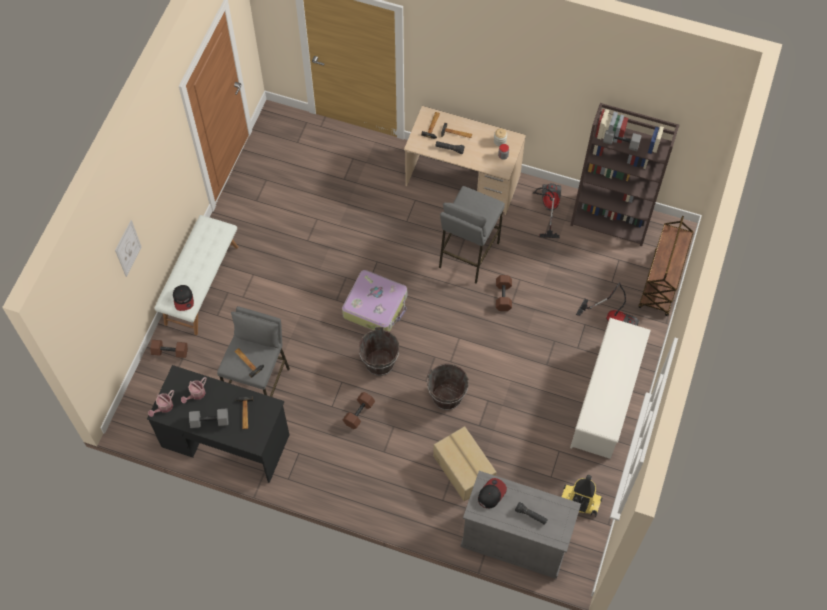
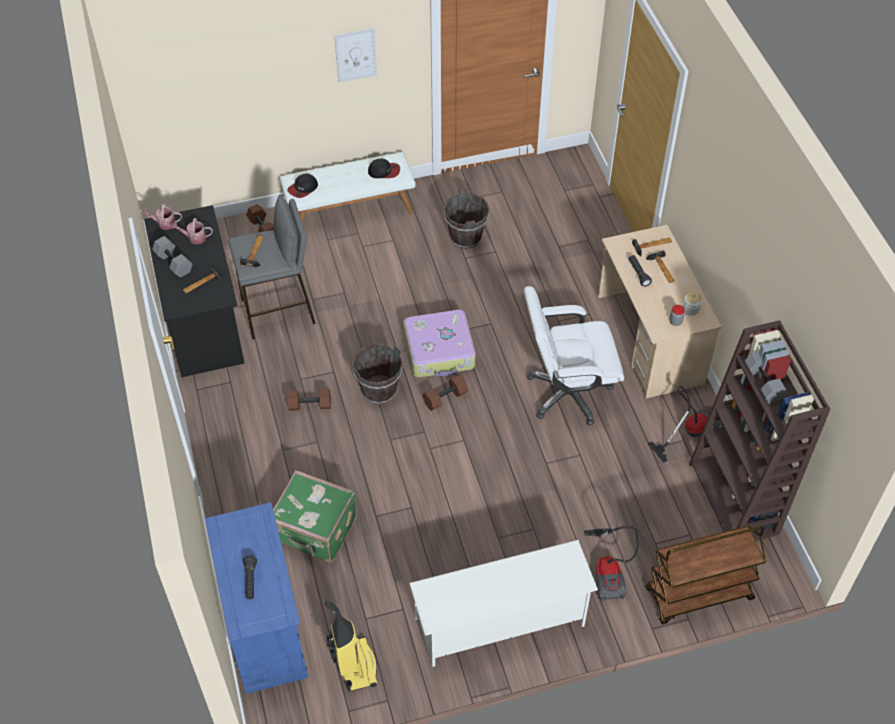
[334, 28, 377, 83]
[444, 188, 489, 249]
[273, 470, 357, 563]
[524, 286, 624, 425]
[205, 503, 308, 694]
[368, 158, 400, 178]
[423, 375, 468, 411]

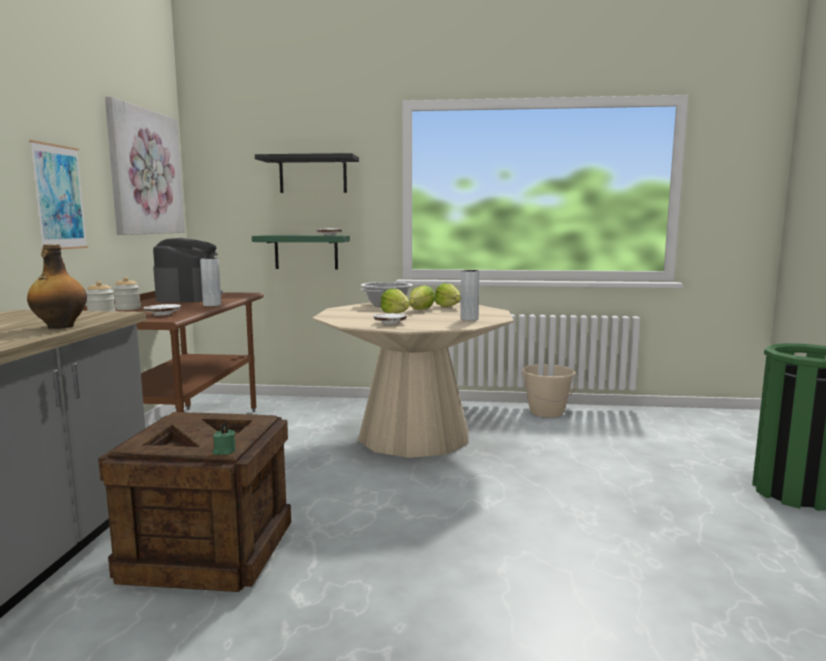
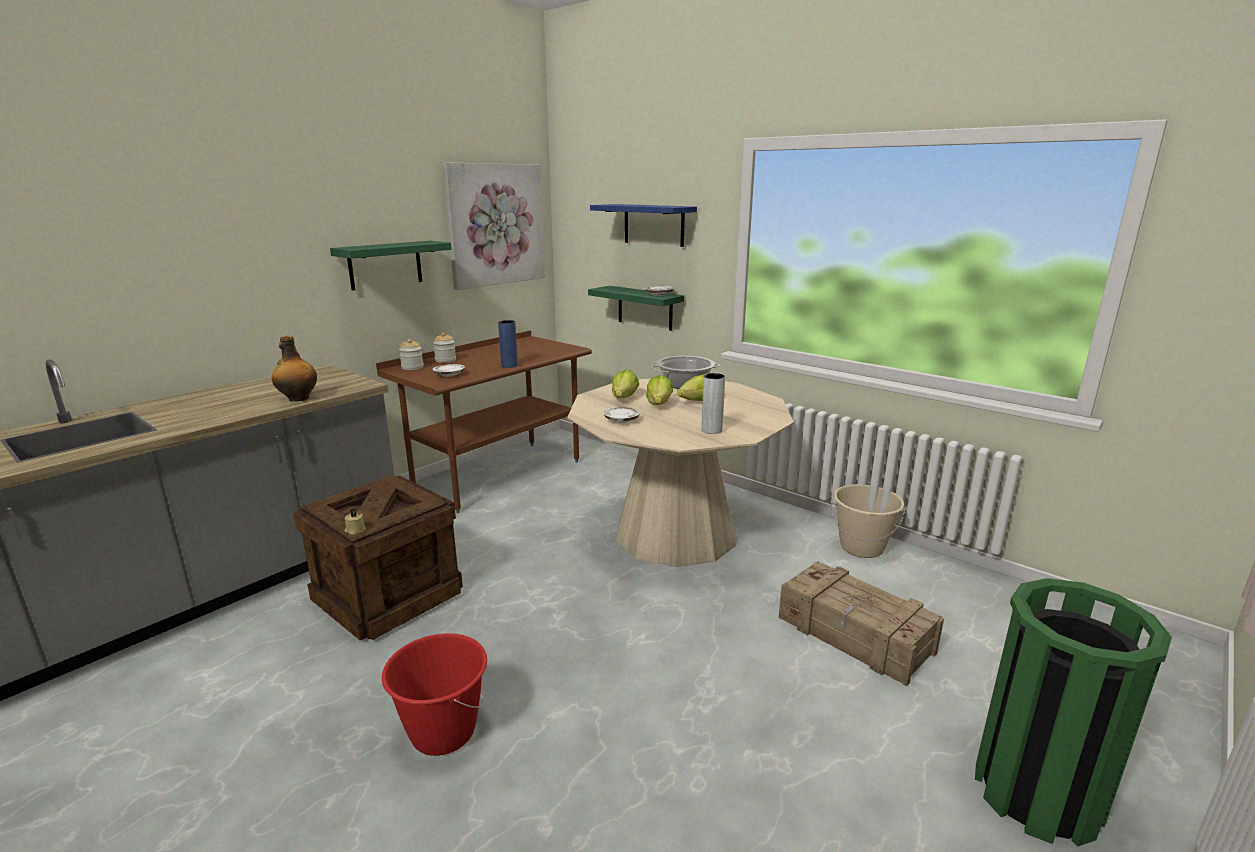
[330, 241, 452, 291]
[153, 238, 223, 303] (first image)
[498, 320, 518, 368]
[345, 508, 366, 535]
[590, 204, 697, 247]
[612, 370, 639, 399]
[382, 633, 487, 756]
[778, 561, 944, 687]

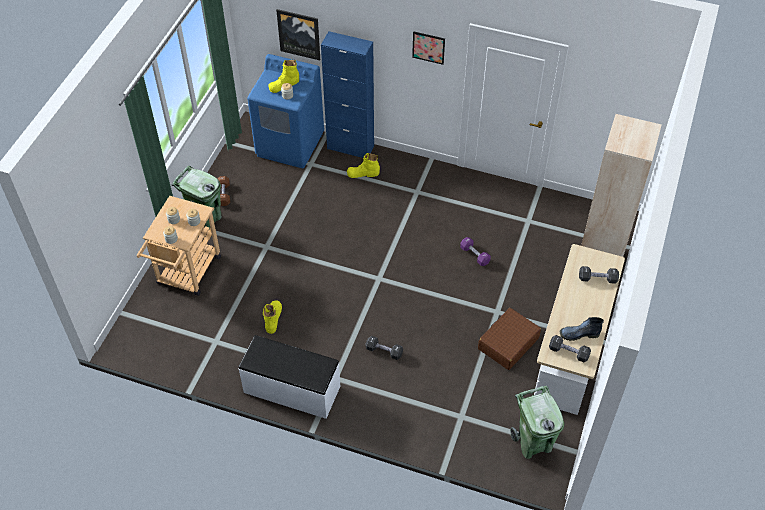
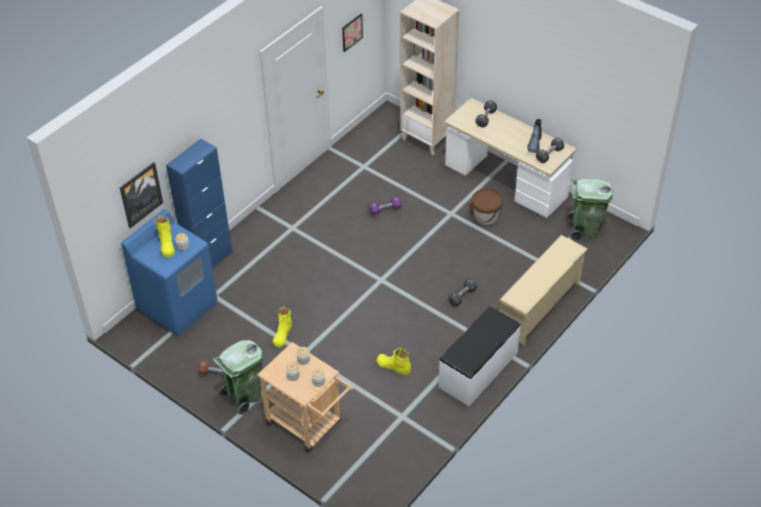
[273, 306, 292, 347]
[342, 14, 363, 52]
[471, 189, 503, 225]
[499, 235, 588, 345]

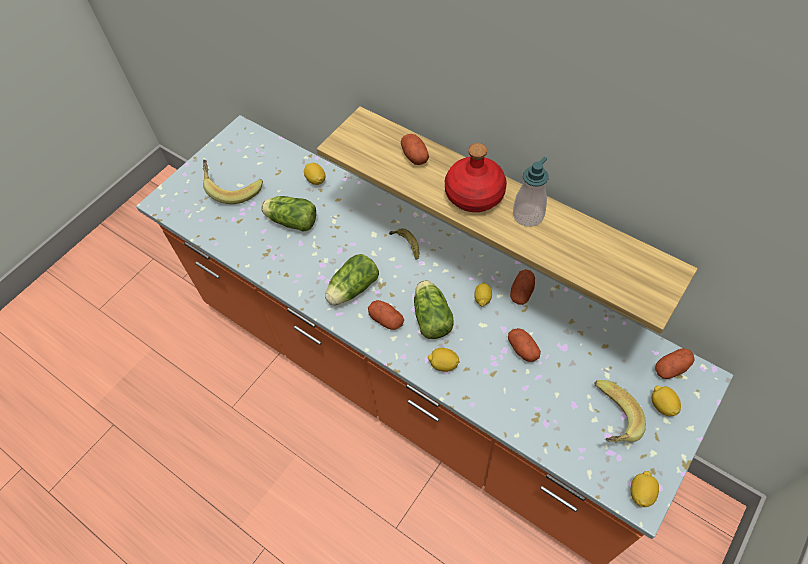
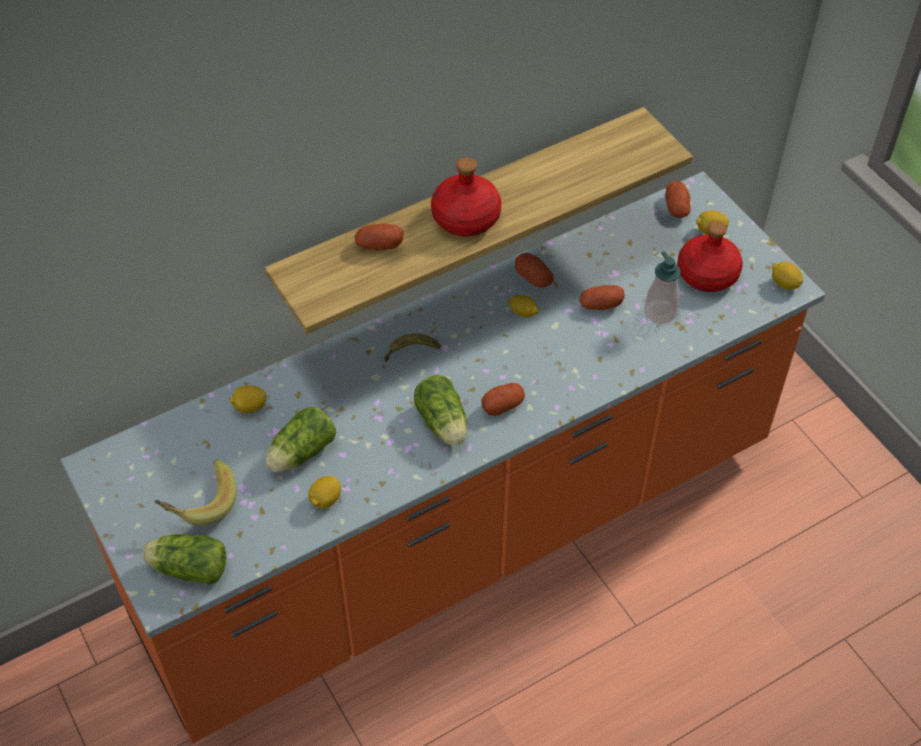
[142, 534, 226, 585]
[308, 476, 341, 509]
[644, 251, 681, 324]
[677, 221, 743, 292]

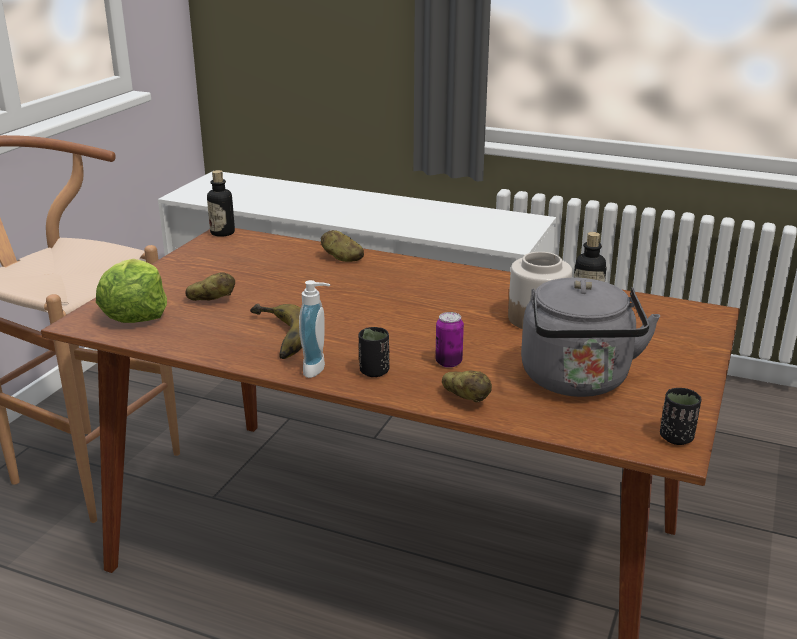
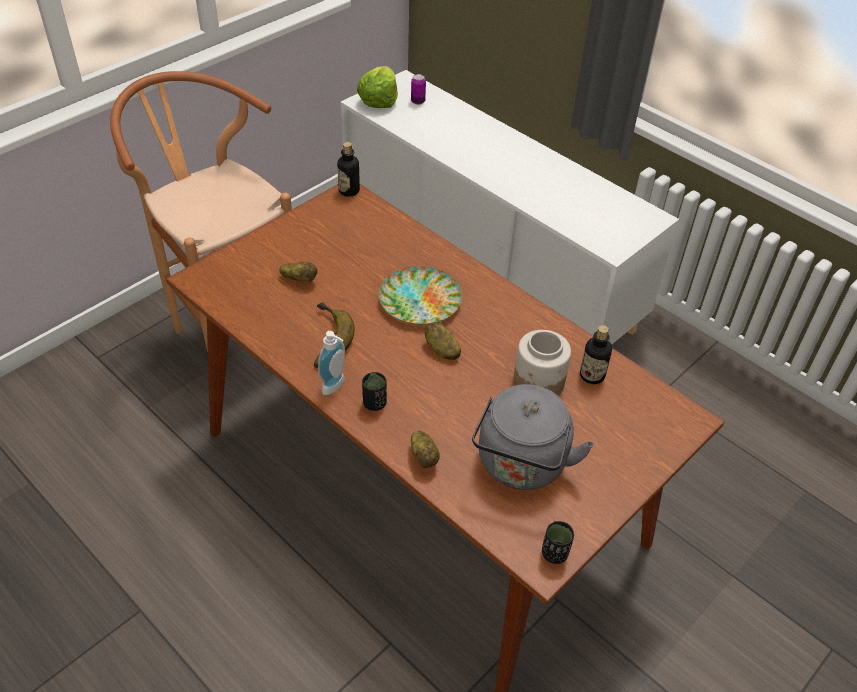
[357, 66, 398, 108]
[425, 322, 461, 360]
[411, 74, 426, 105]
[379, 266, 462, 325]

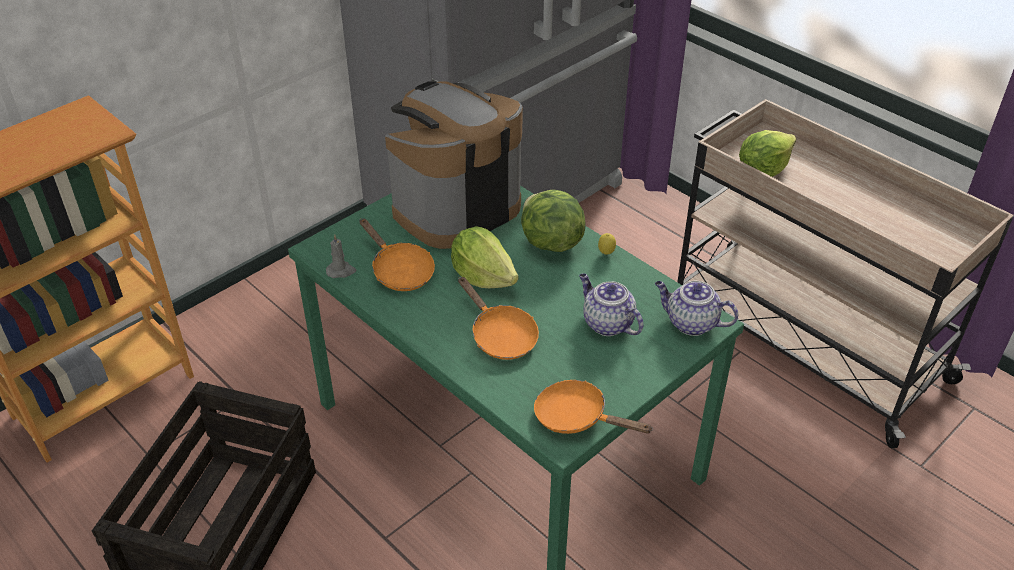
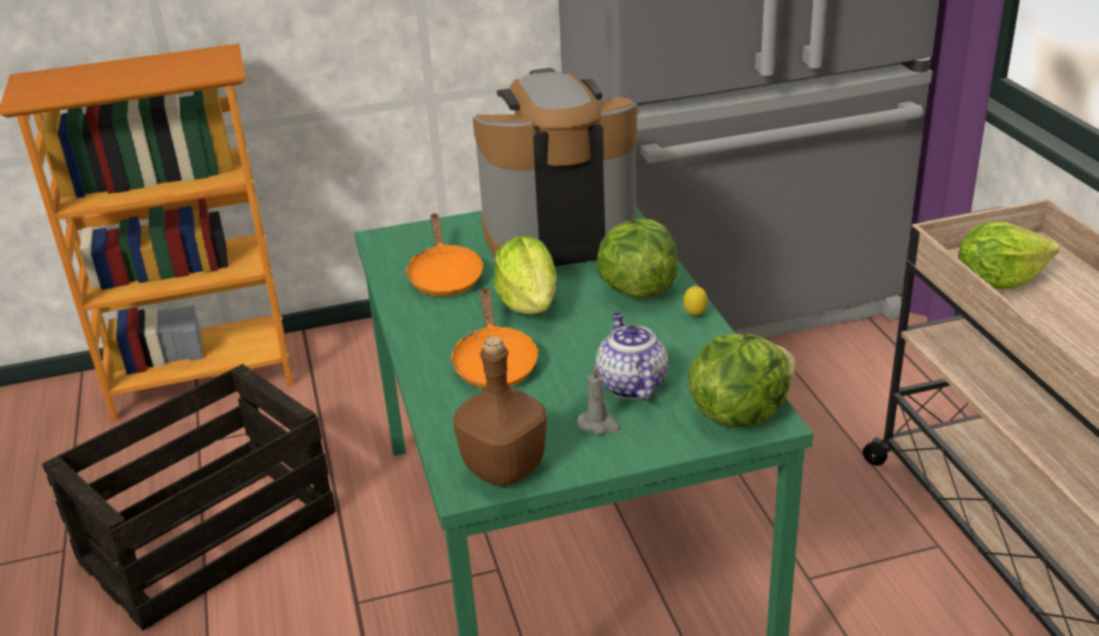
[577, 365, 621, 434]
[453, 336, 547, 486]
[688, 334, 796, 427]

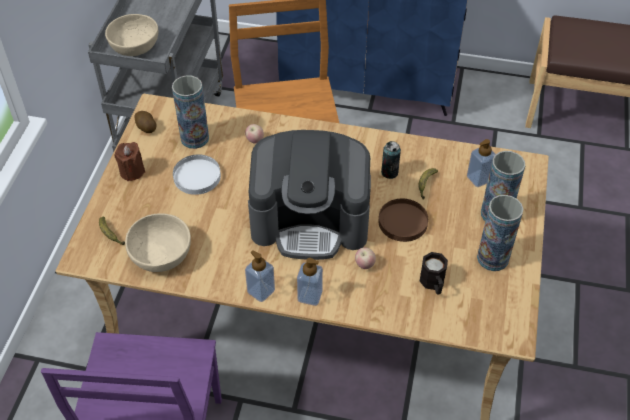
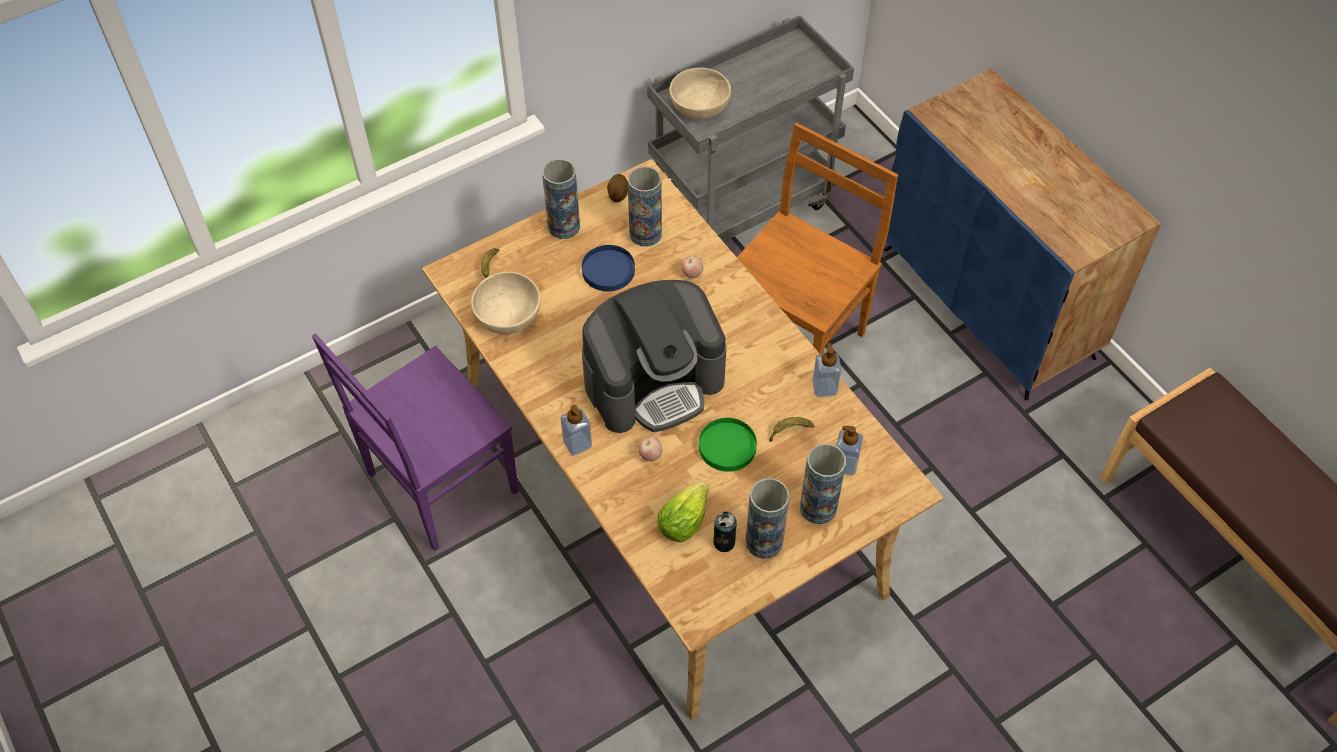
[542, 159, 580, 239]
[582, 245, 635, 291]
[812, 343, 841, 397]
[582, 280, 727, 433]
[699, 418, 757, 472]
[714, 512, 737, 552]
[658, 482, 708, 542]

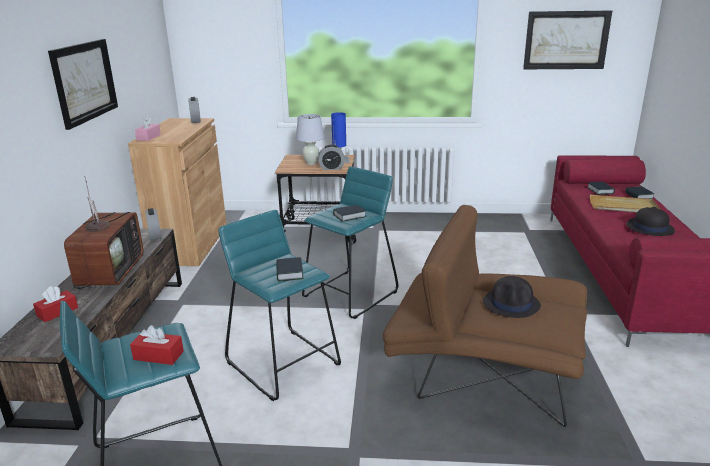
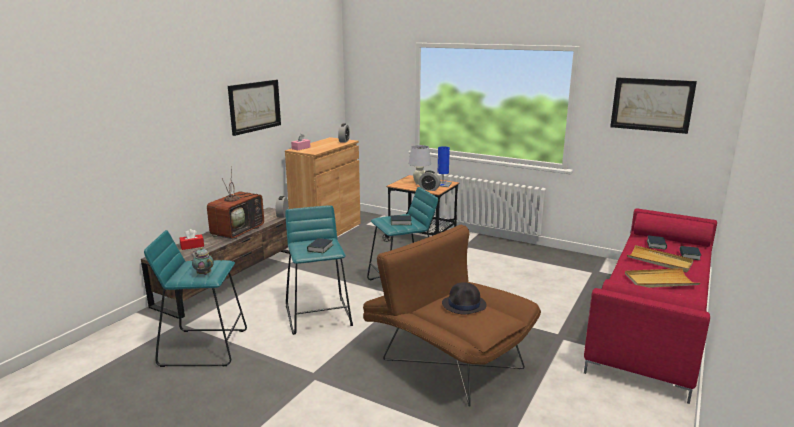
[191, 247, 214, 275]
[625, 268, 700, 288]

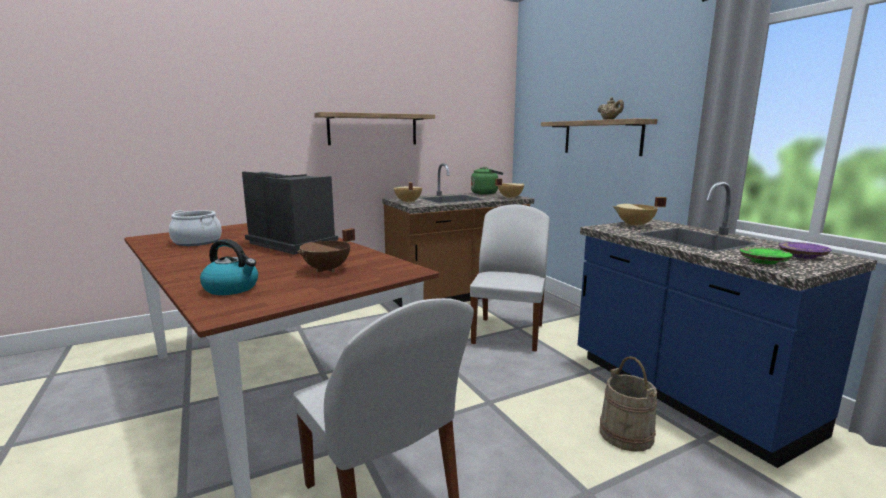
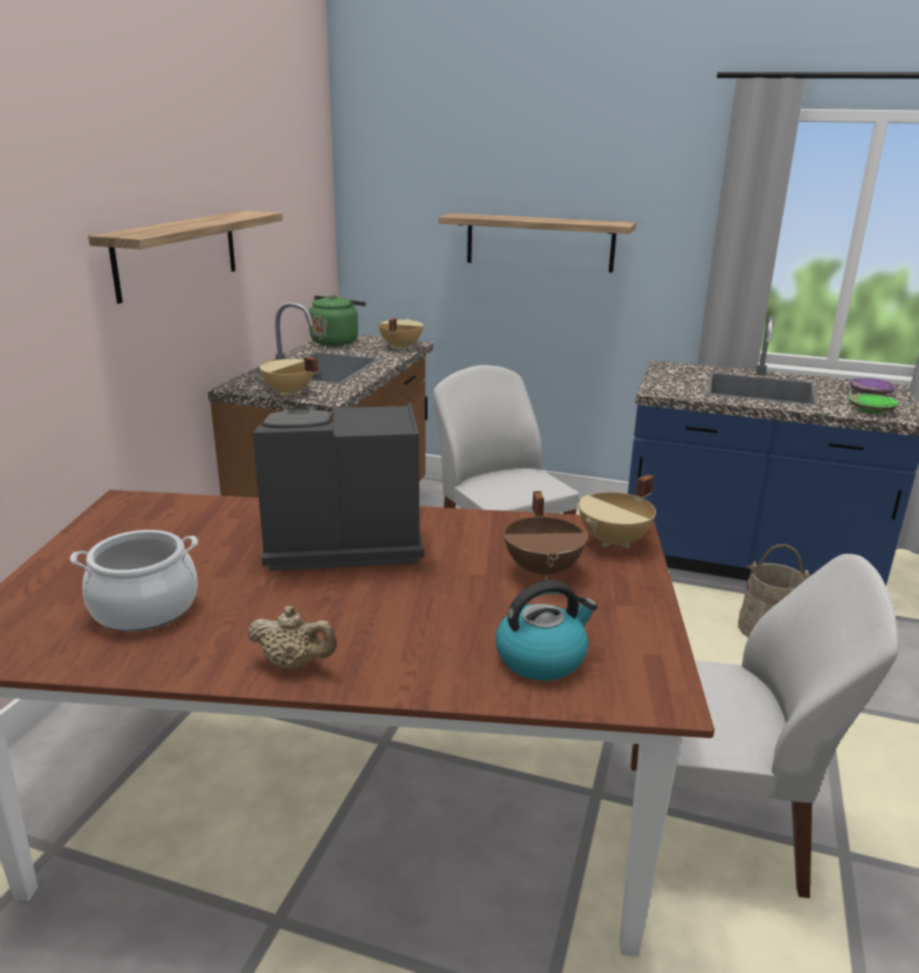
[247, 606, 337, 669]
[579, 474, 656, 548]

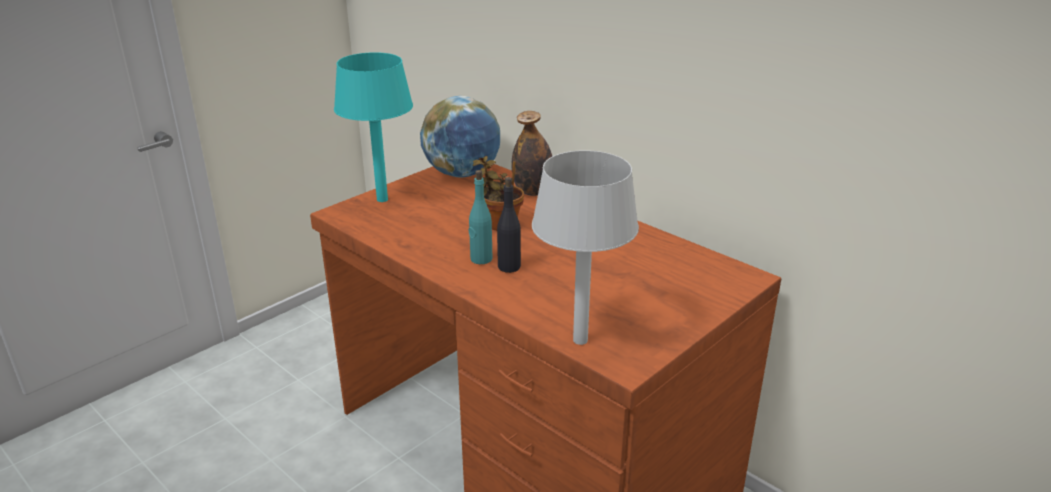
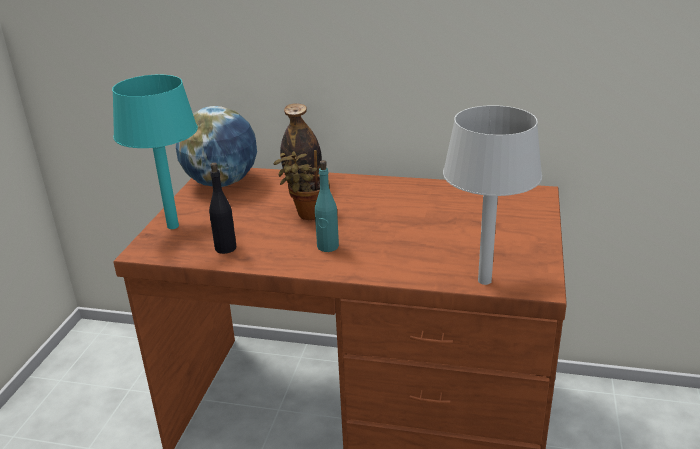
[209, 163, 236, 254]

